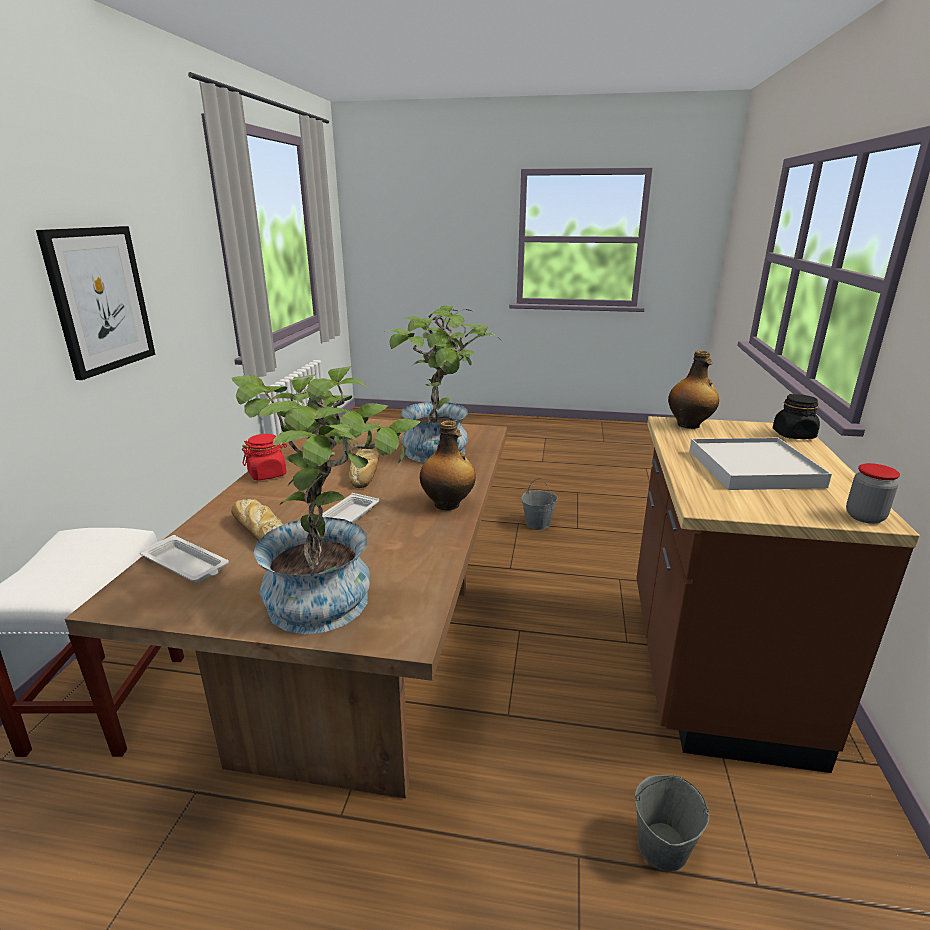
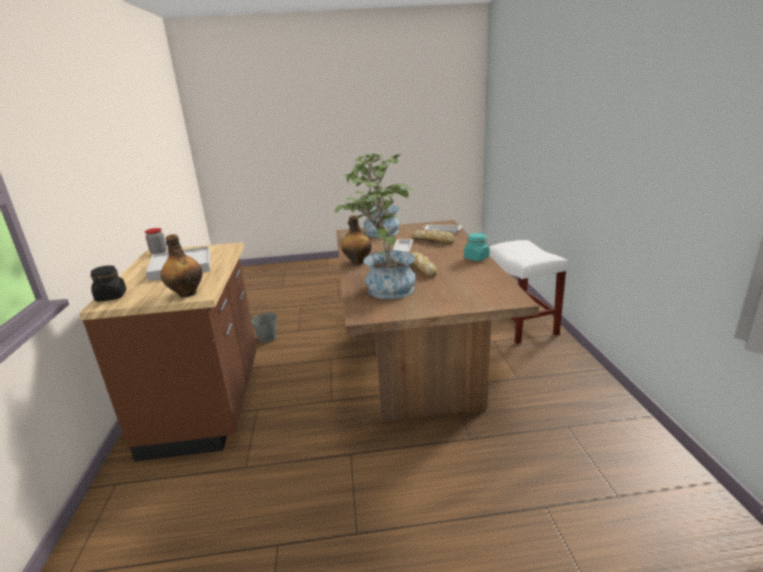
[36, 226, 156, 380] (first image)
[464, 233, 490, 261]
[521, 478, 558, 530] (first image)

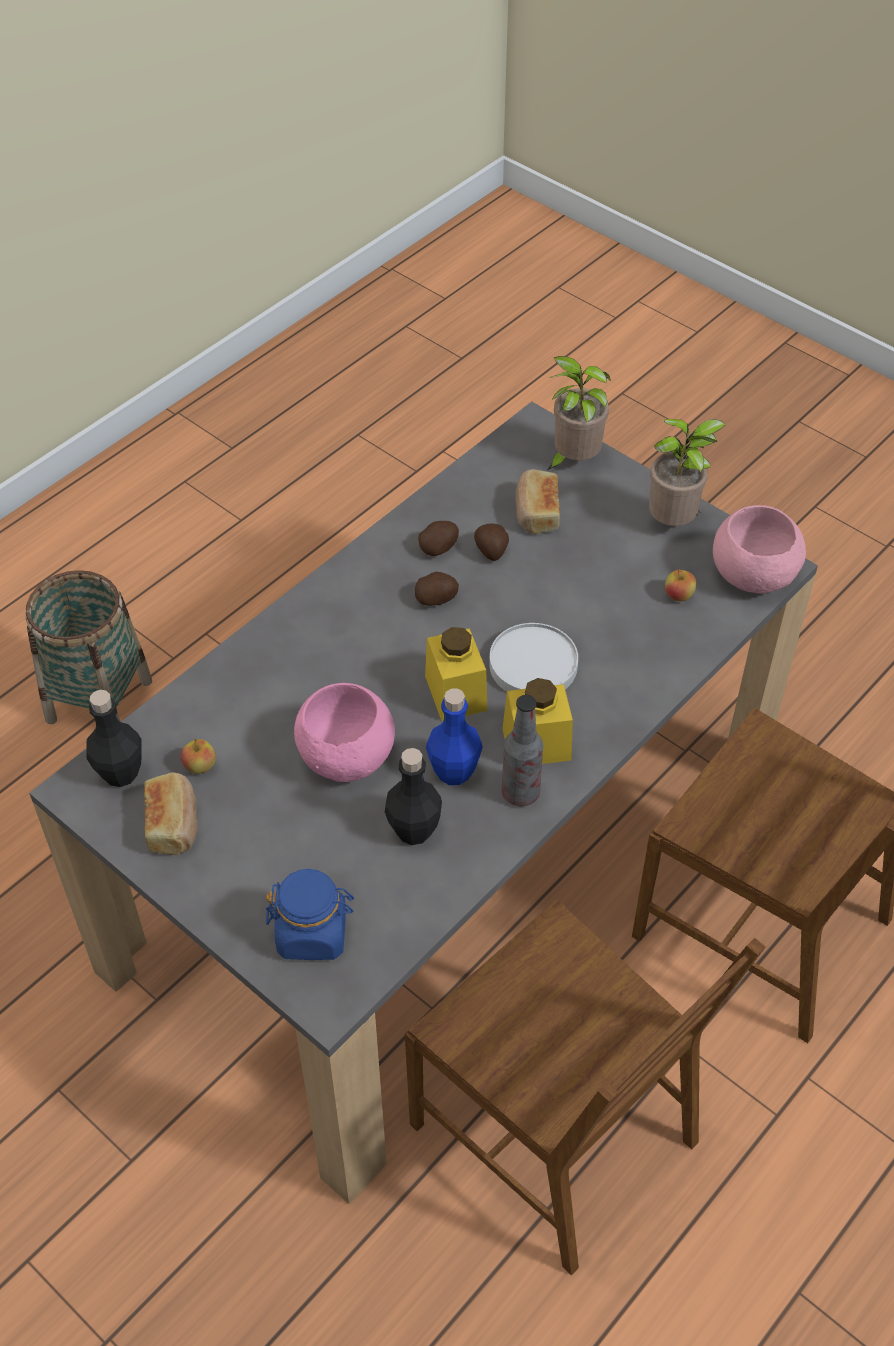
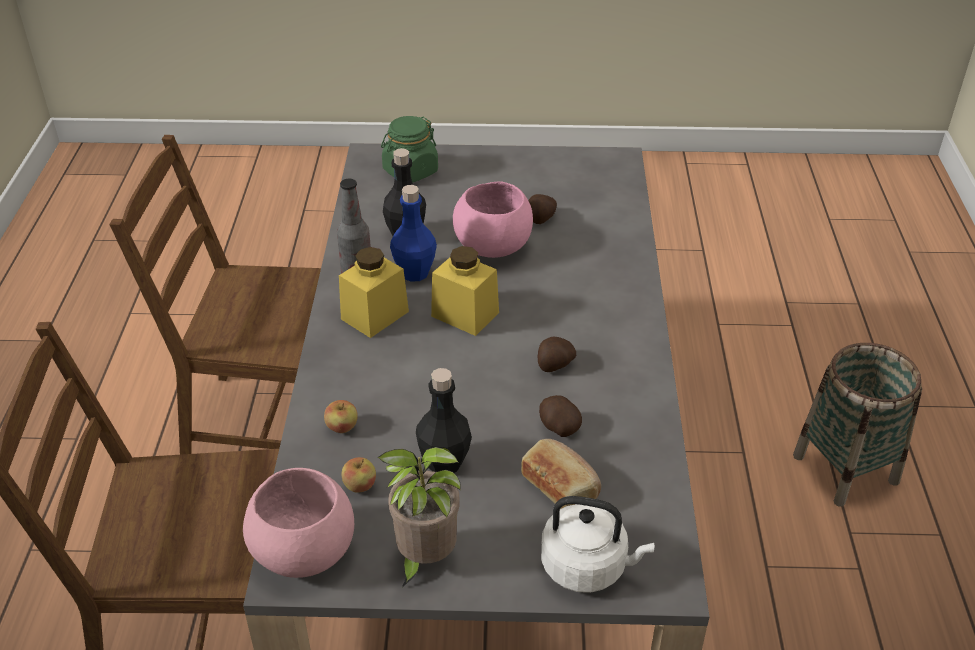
[416, 368, 472, 473]
[144, 772, 198, 855] (first image)
[324, 400, 358, 433]
[381, 116, 438, 183]
[529, 194, 557, 224]
[489, 623, 578, 692] (first image)
[541, 496, 654, 593]

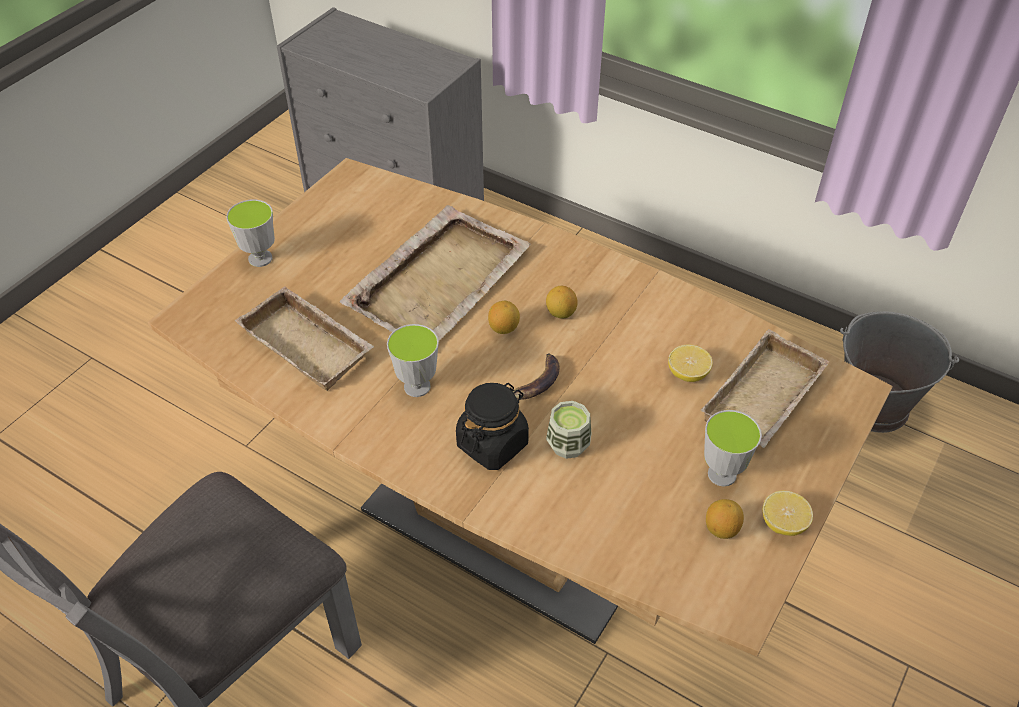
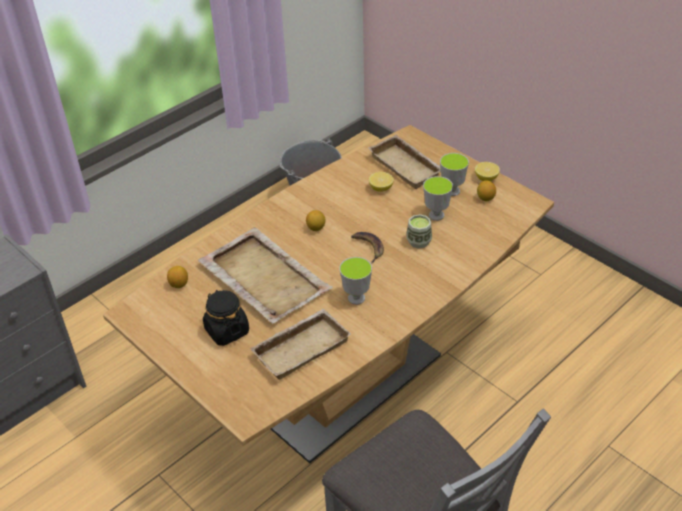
[423, 176, 453, 221]
[203, 290, 249, 346]
[167, 266, 188, 288]

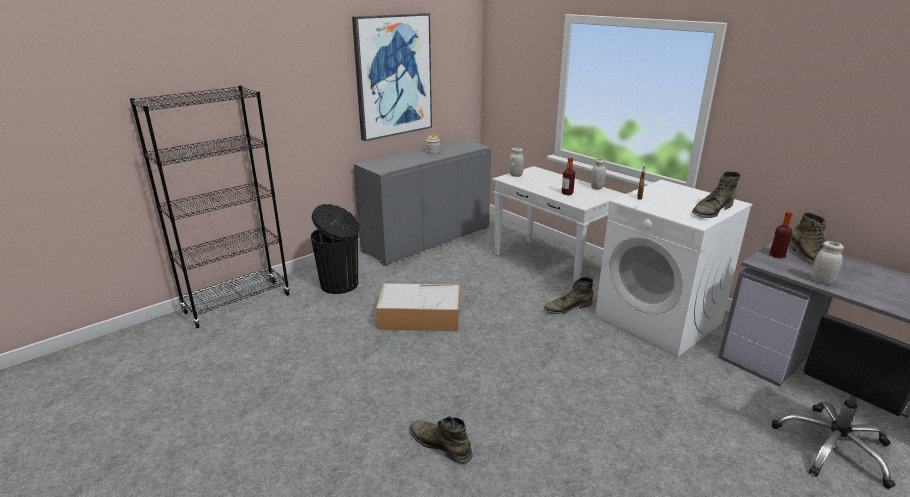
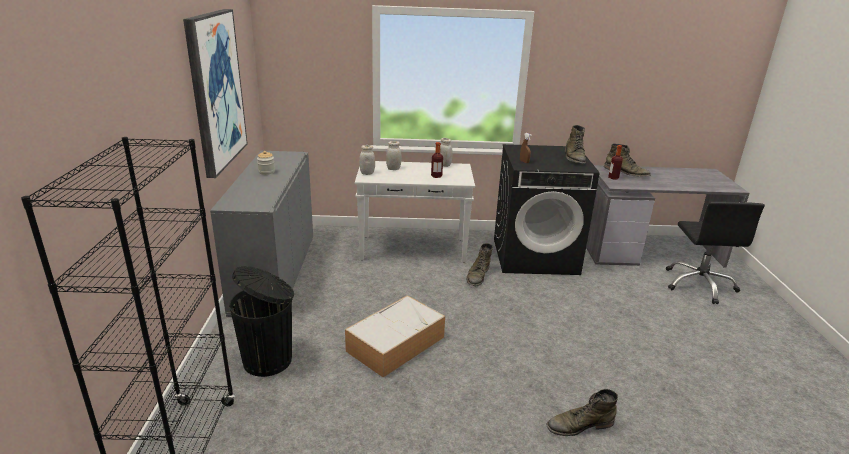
[494, 144, 599, 275]
[386, 141, 402, 170]

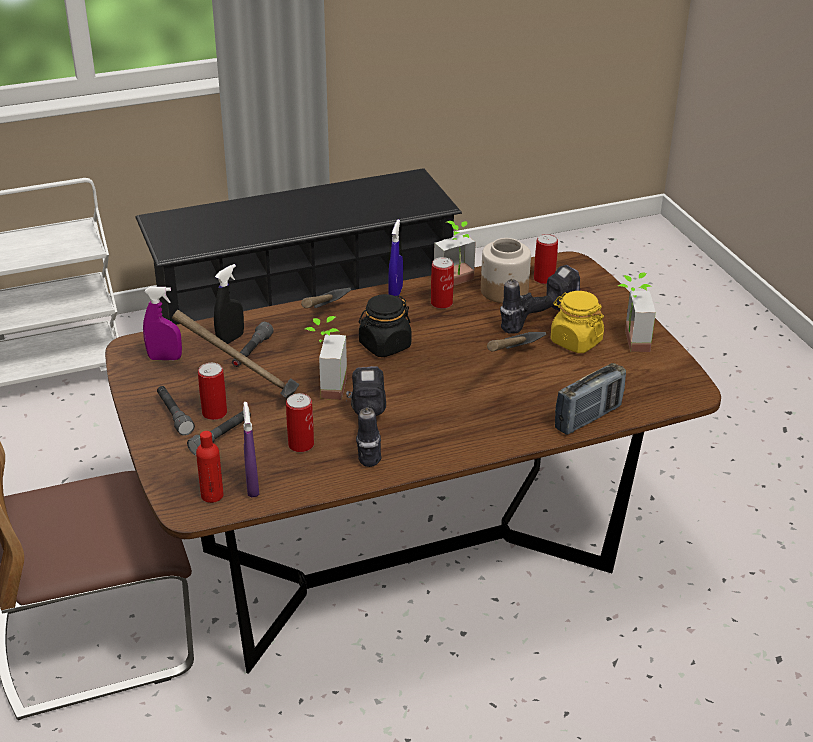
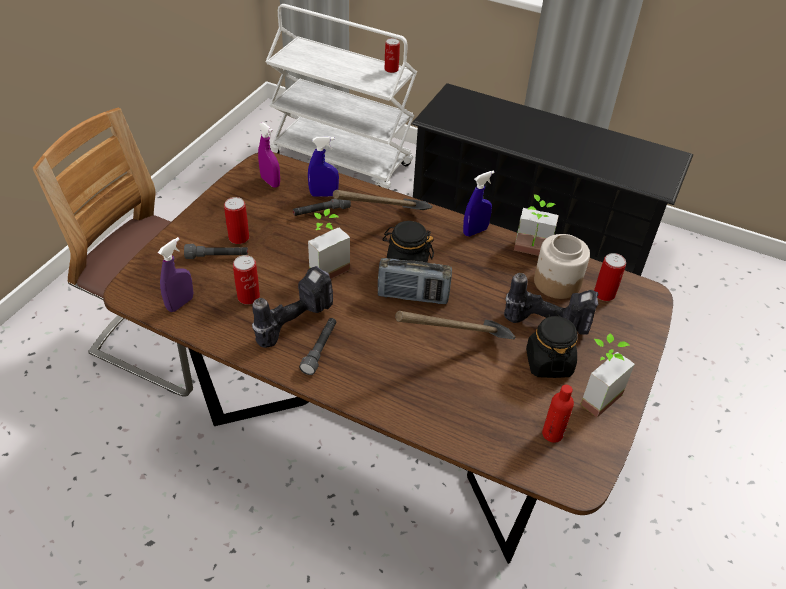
[299, 318, 336, 375]
[172, 310, 300, 399] (first image)
[542, 385, 574, 443]
[308, 136, 339, 197]
[385, 38, 400, 73]
[526, 314, 577, 378]
[378, 258, 452, 304]

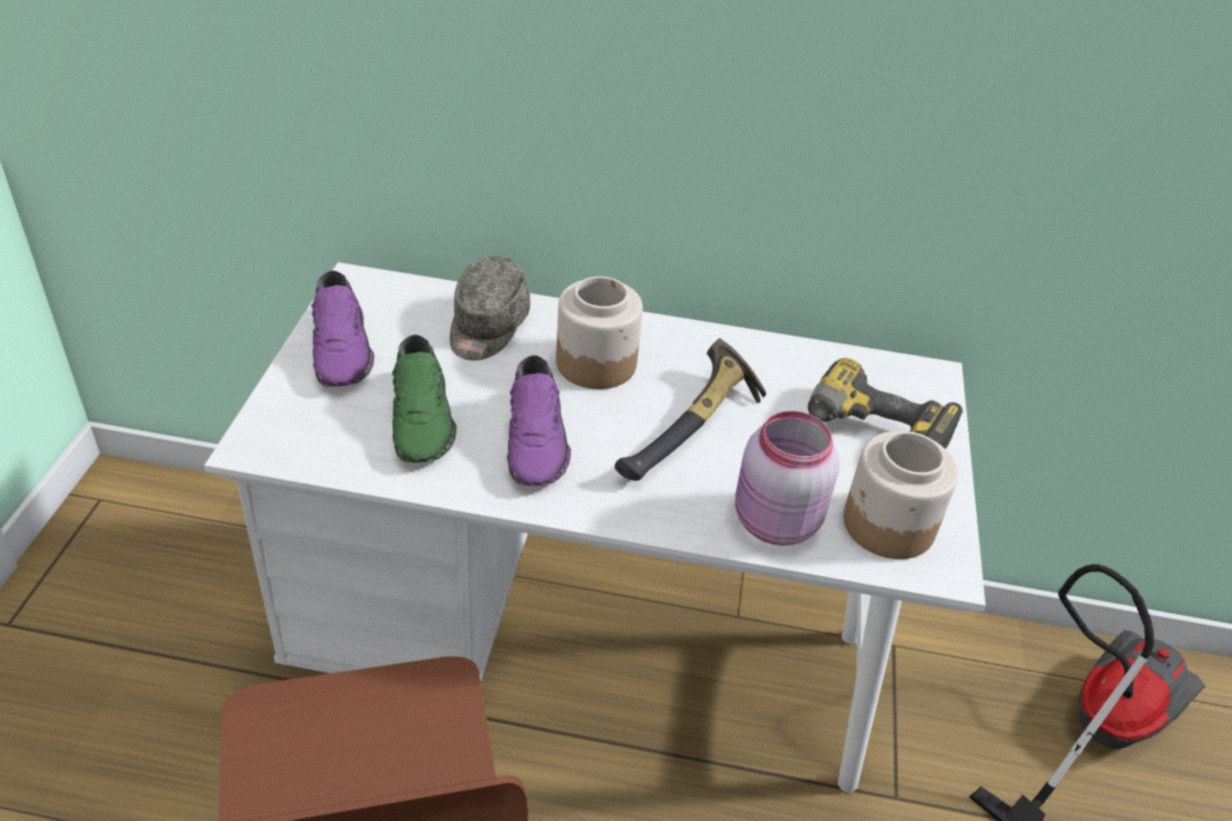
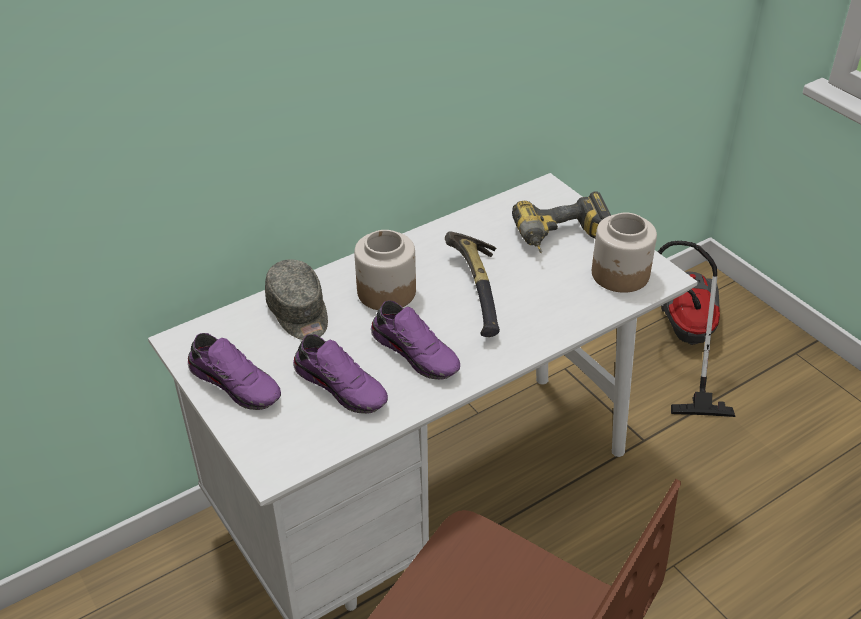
[293, 334, 388, 414]
[735, 411, 839, 546] (first image)

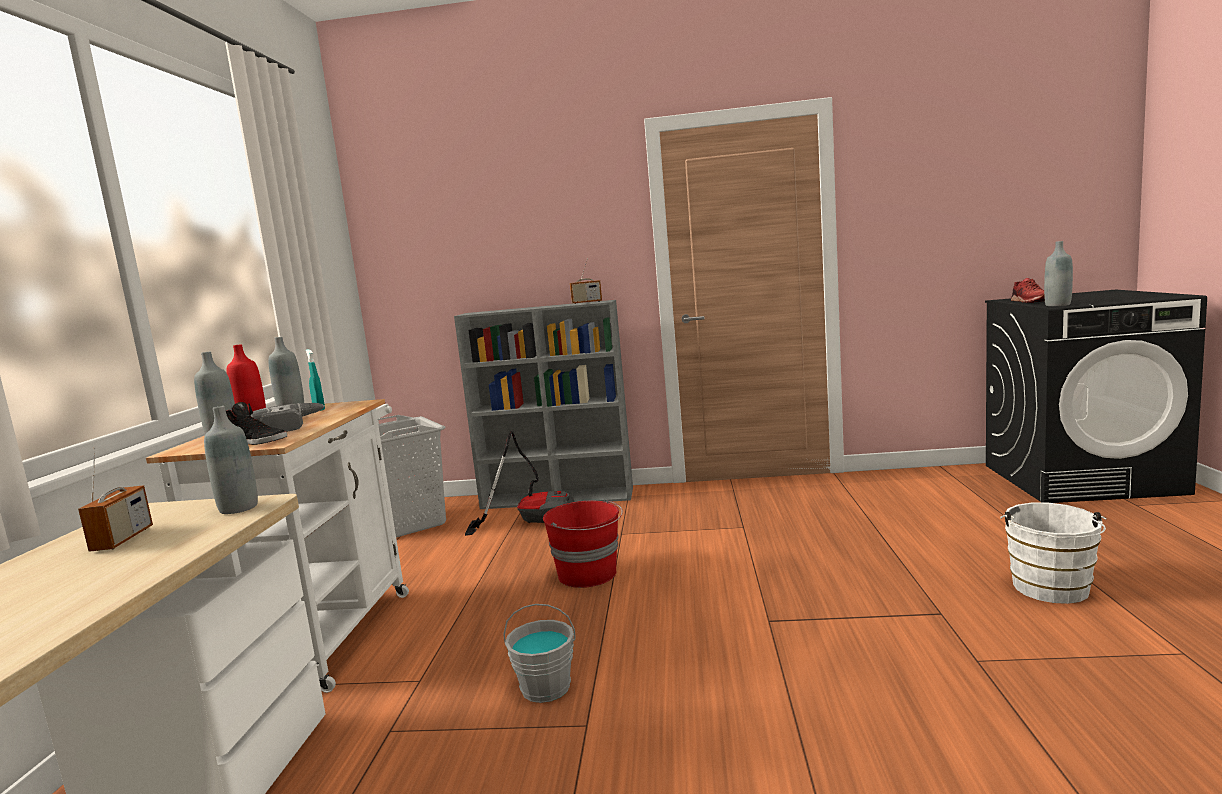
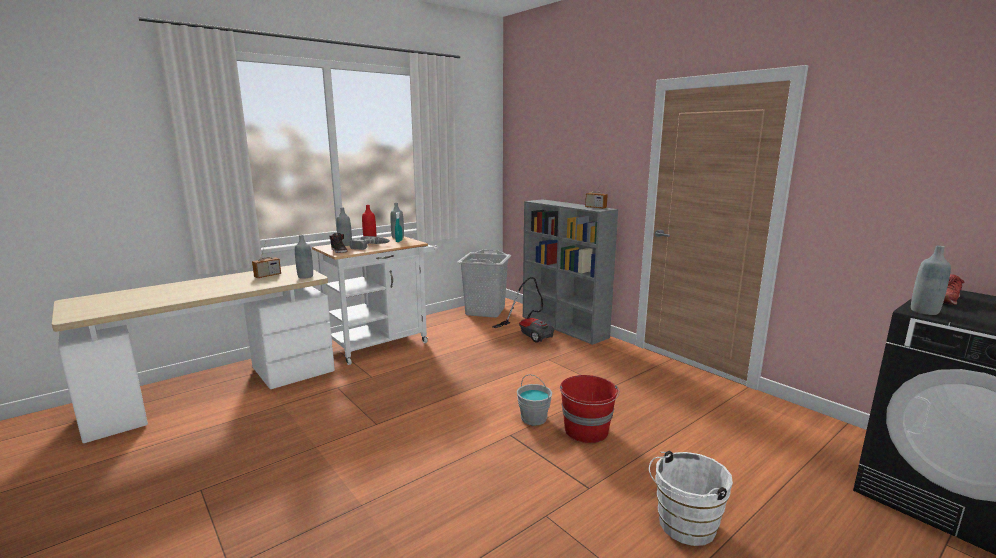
[517, 374, 552, 426]
[560, 375, 619, 443]

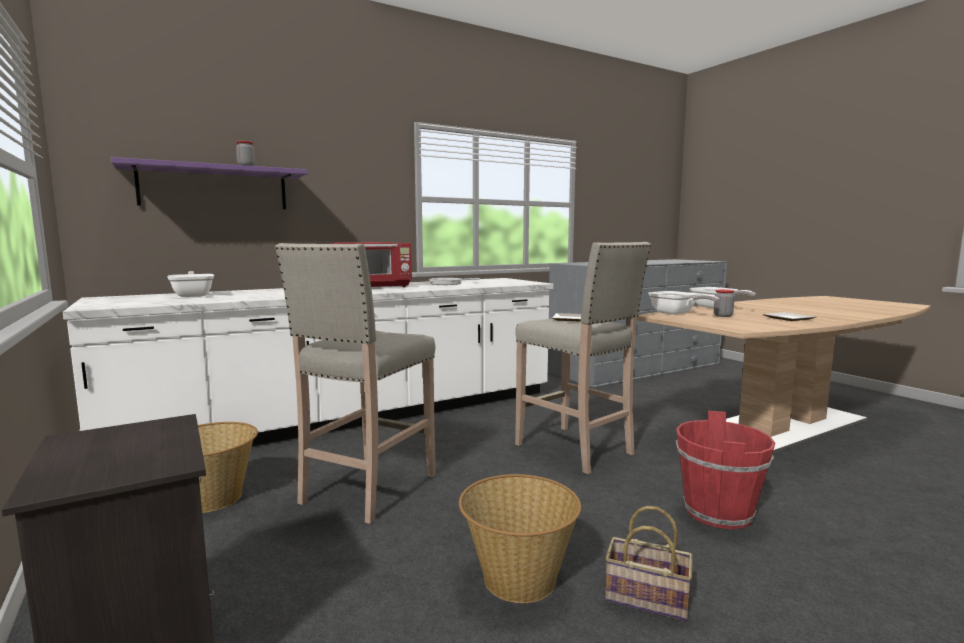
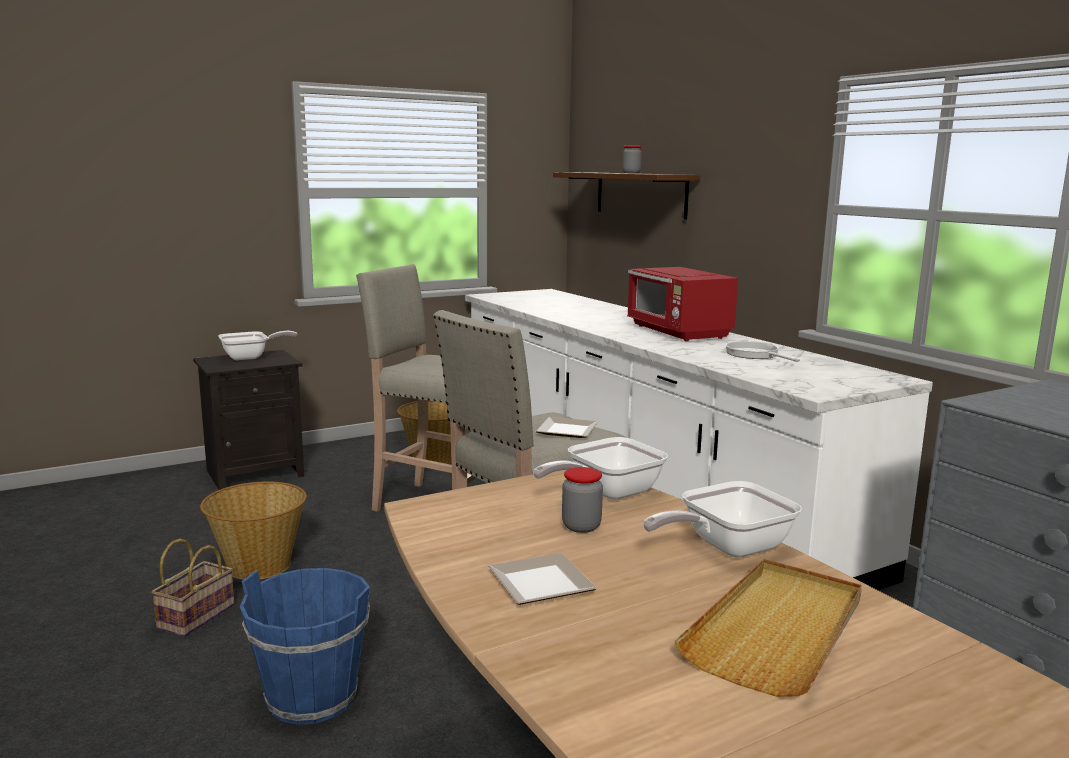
[553, 172, 700, 219]
[218, 331, 297, 360]
[240, 568, 370, 725]
[675, 559, 862, 697]

